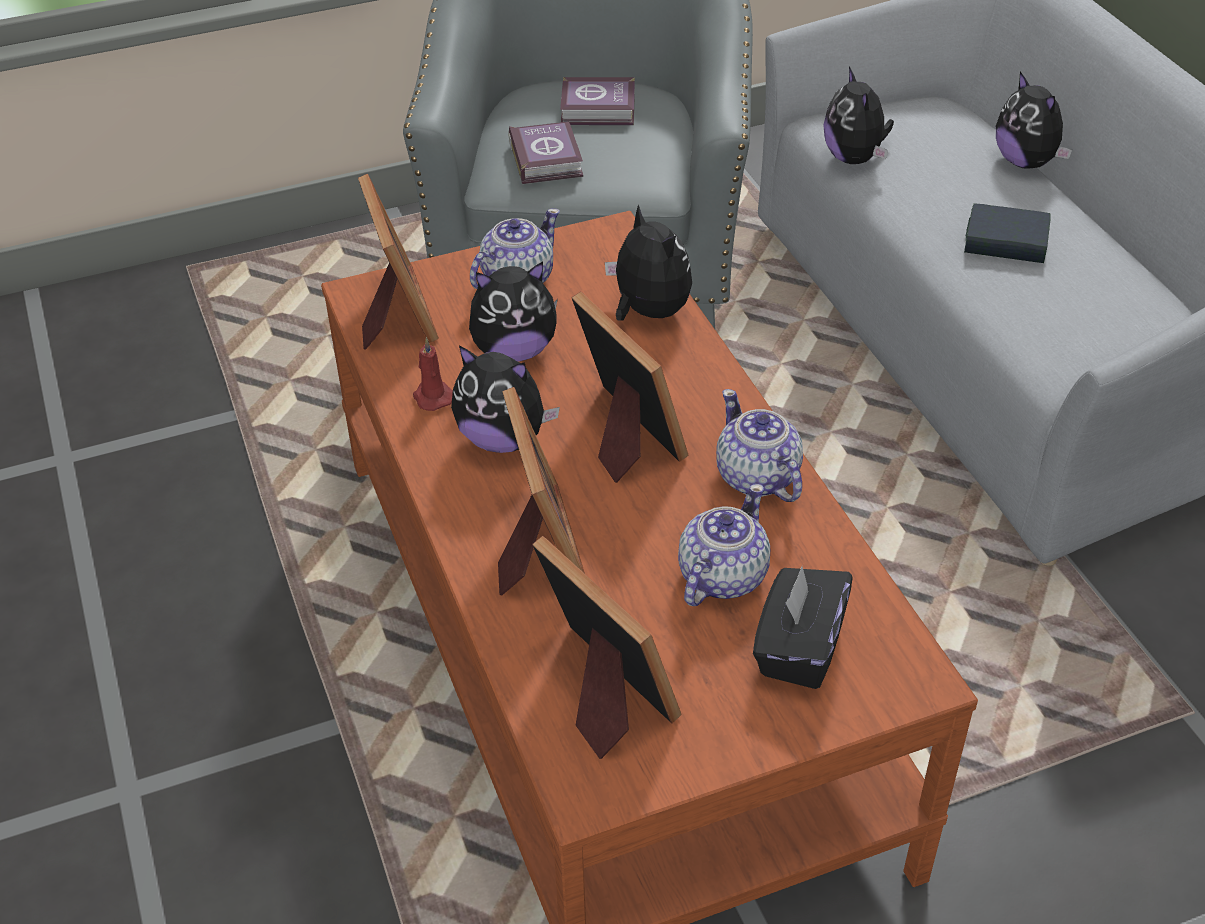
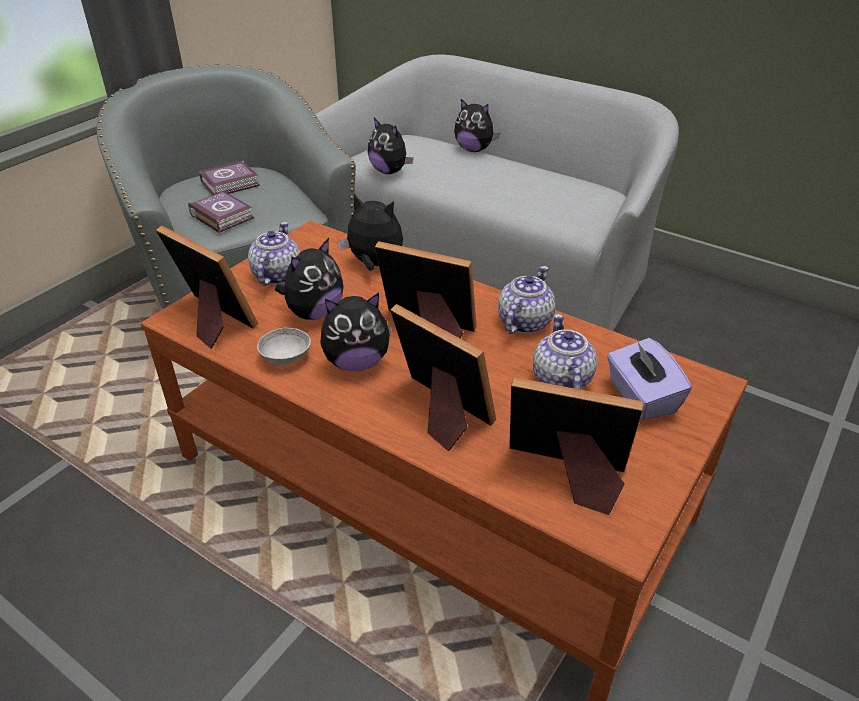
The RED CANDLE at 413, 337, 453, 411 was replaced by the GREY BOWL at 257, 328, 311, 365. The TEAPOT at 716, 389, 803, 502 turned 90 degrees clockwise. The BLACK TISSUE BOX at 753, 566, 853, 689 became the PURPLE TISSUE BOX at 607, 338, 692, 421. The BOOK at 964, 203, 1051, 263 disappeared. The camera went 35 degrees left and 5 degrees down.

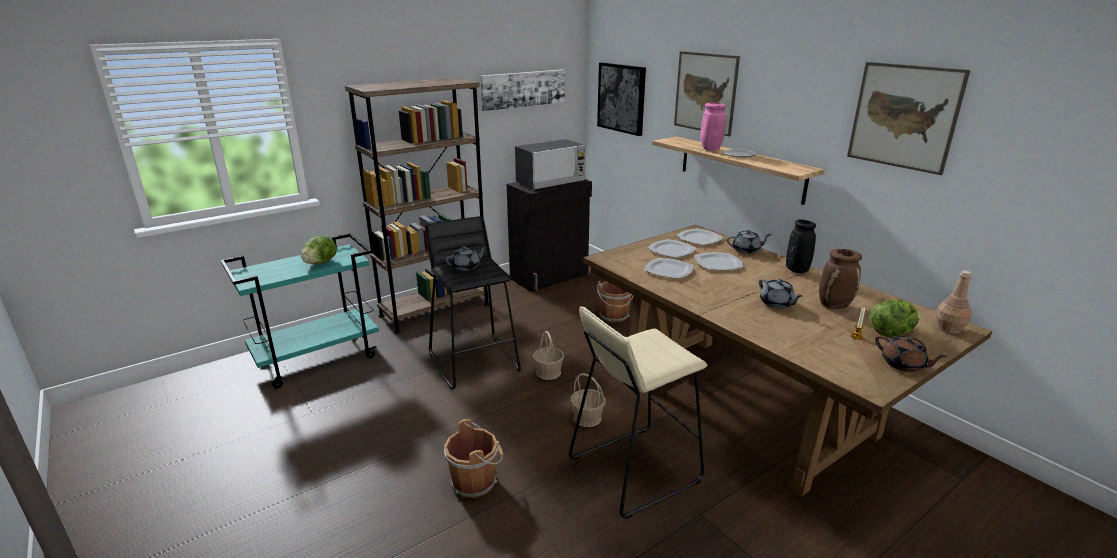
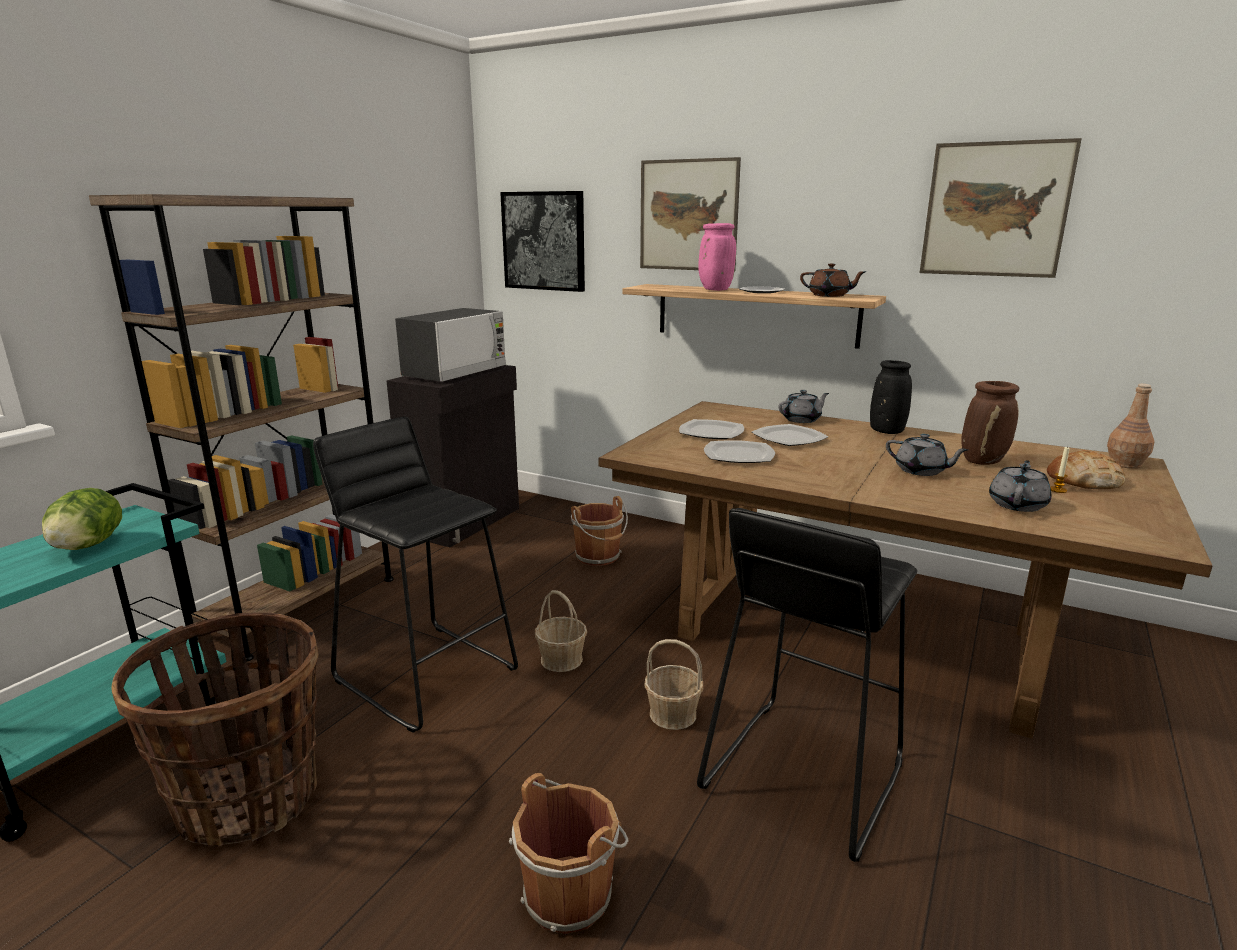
The BASKET at 111, 612, 318, 846 appeared. The BEIGE STOOL at 569, 306, 708, 519 became the BLACK STOOL at 697, 508, 917, 862. The BROWN TEAPOT moved from 875, 335, 947, 372 to 800, 263, 867, 297. The GREY TEAPOT moved from 445, 246, 487, 271 to 989, 460, 1051, 512. The LETTUCE at 870, 299, 920, 337 was replaced by the BREAD at 1047, 450, 1126, 489. The PICTURE at 480, 69, 565, 111 disappeared. The PLATE at 676, 228, 723, 245 disappeared. The camera went 25 degrees left and 5 degrees down.

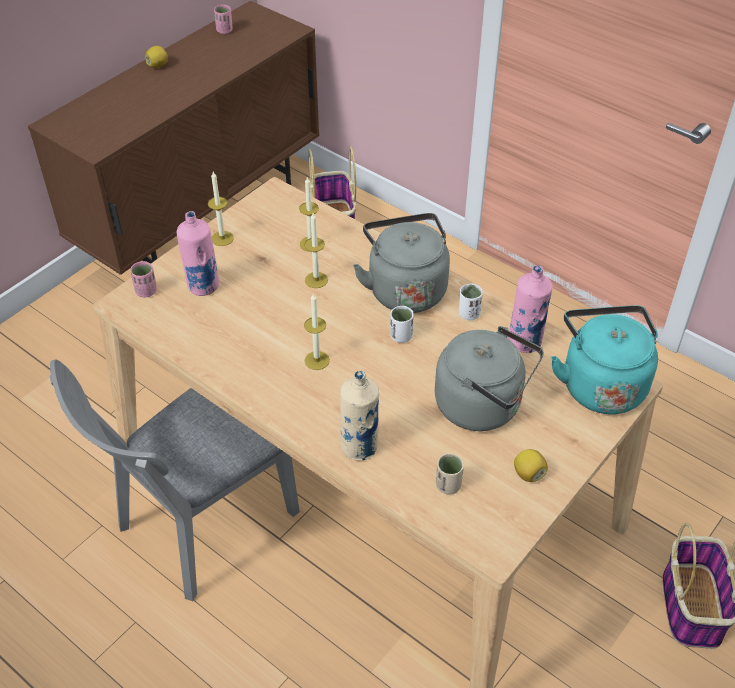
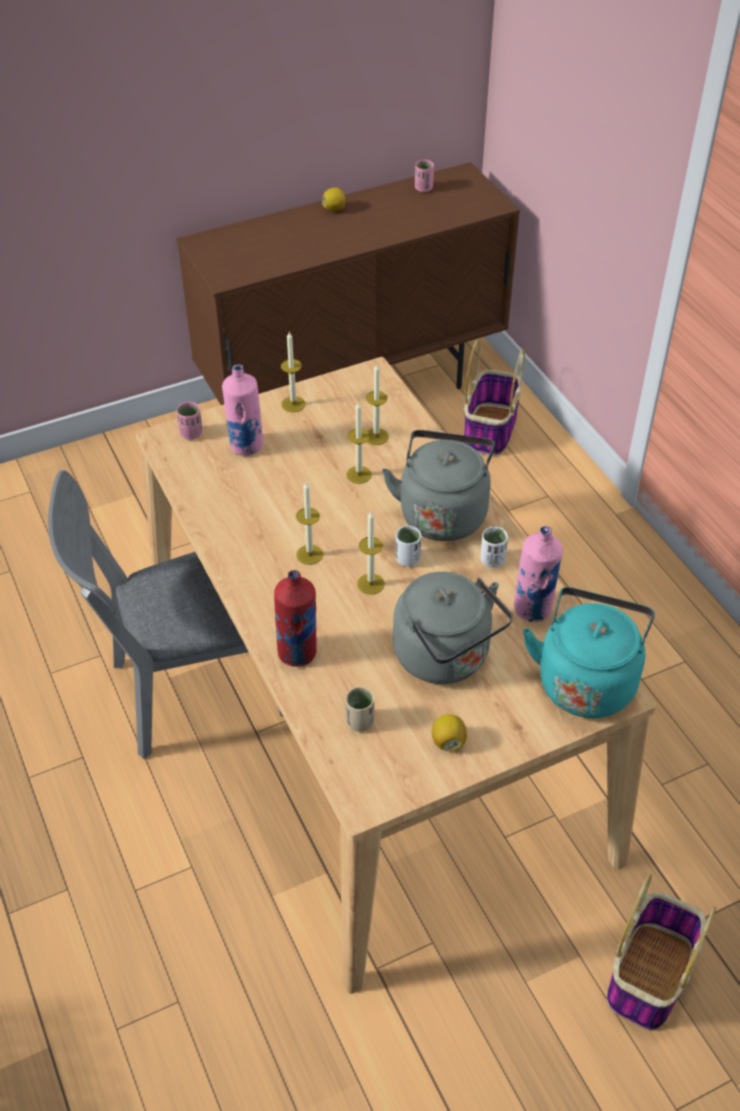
The BEIGE BOTTLE at 340, 371, 379, 461 became the RED BOTTLE at 274, 570, 317, 667. The CANDLE at 357, 512, 385, 595 appeared. The camera went 25 degrees right and 0 degrees up.

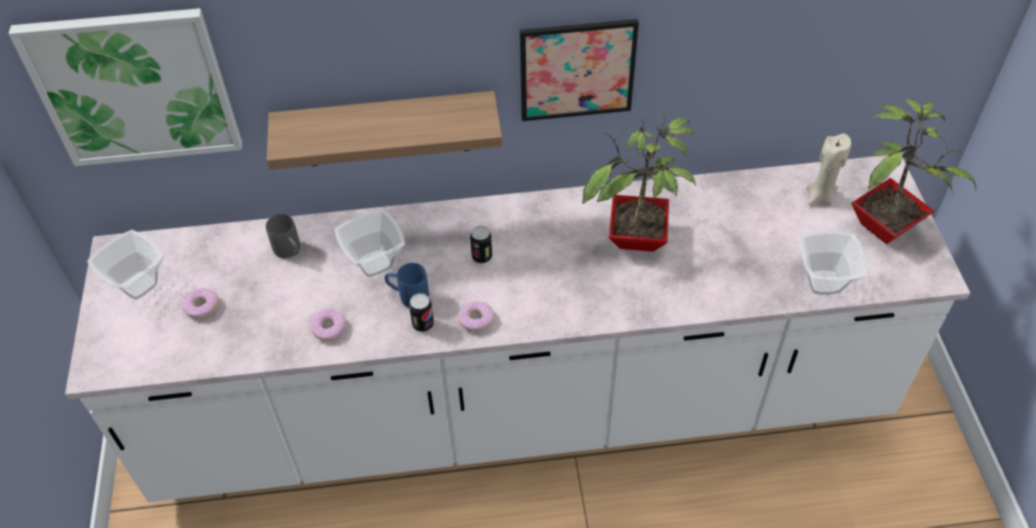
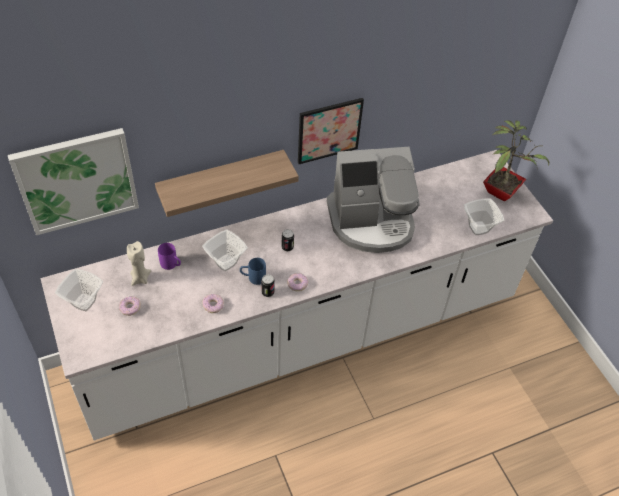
The BEIGE CANDLE moved from 806, 133, 851, 206 to 127, 241, 151, 286. The GREY MUG at 266, 214, 300, 258 became the PURPLE MUG at 158, 243, 181, 270. The POTTED PLANT at 582, 112, 697, 252 was replaced by the COFFEE MACHINE at 326, 147, 420, 253. The camera went 20 degrees left and 0 degrees up.

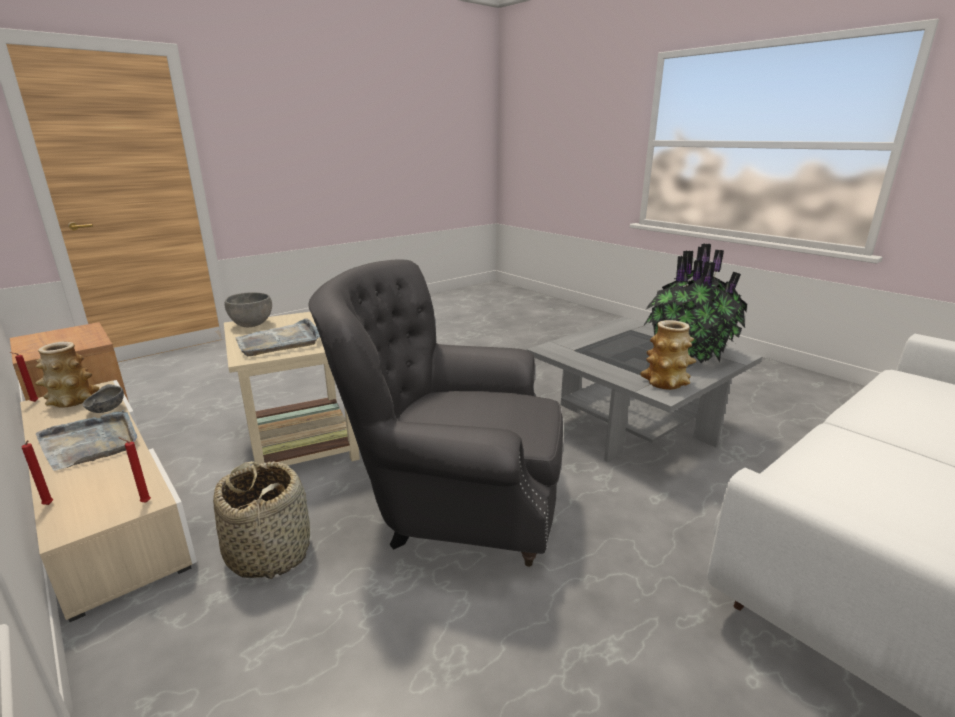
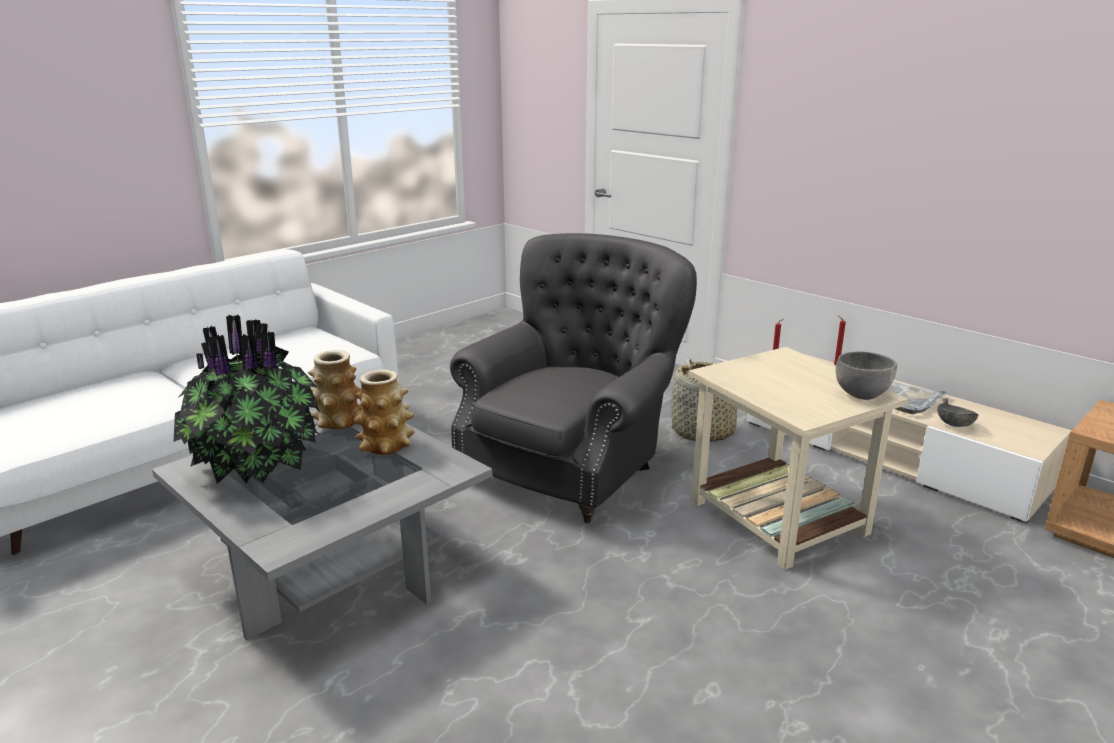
The VASE moved from 35, 342, 99, 408 to 354, 369, 415, 455. The GREY ARMCHAIR at 308, 259, 563, 567 turned 60 degrees counterclockwise. The RED CANDLE at 9, 352, 38, 402 disappeared. The GREY TRAY at 235, 318, 320, 356 disappeared. The camera went 175 degrees right and 0 degrees up.

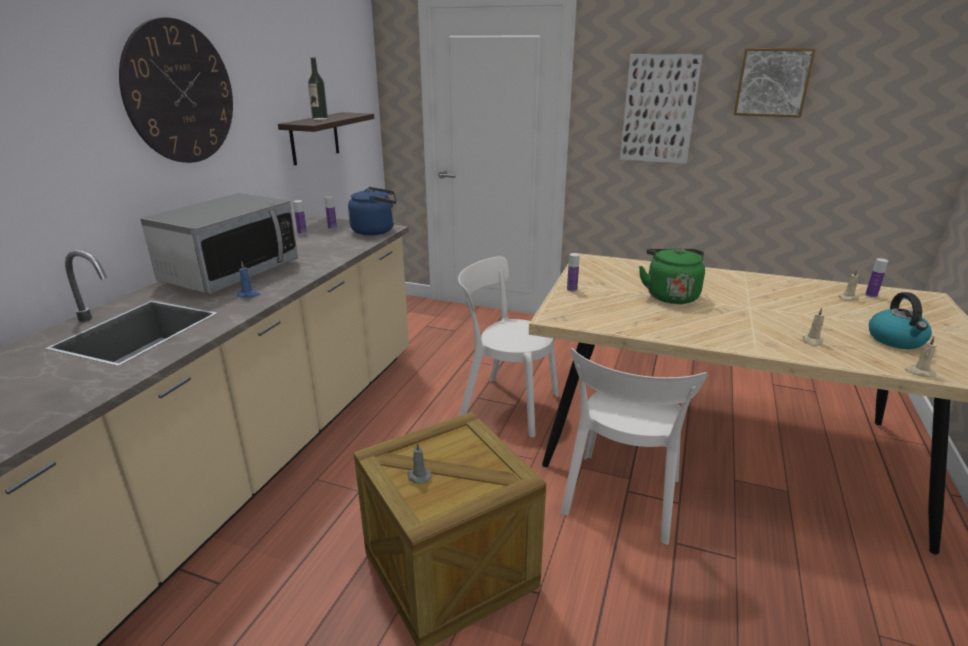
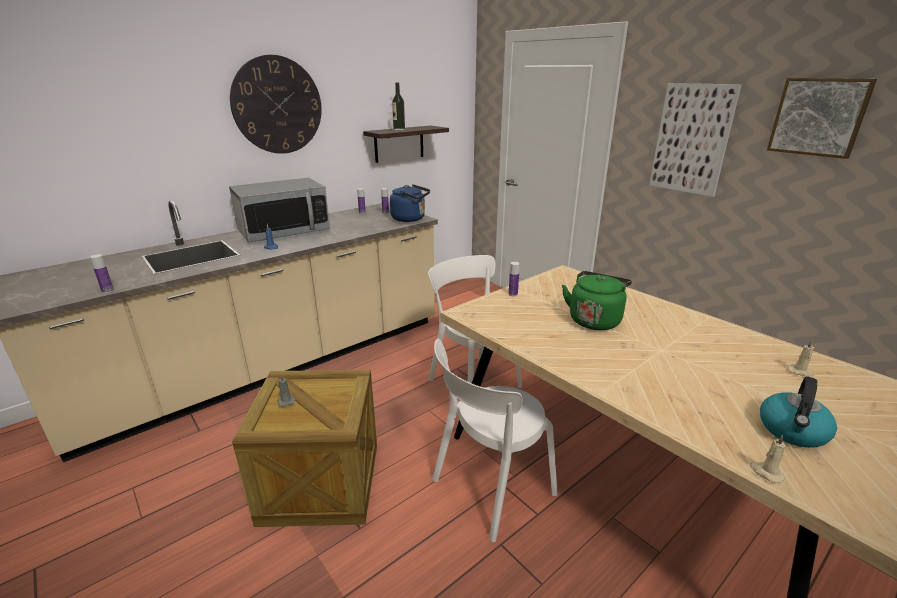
The BOTTLE moved from 865, 258, 888, 298 to 90, 254, 114, 293. The BEIGE CANDLE at 802, 308, 824, 347 disappeared. The camera went 30 degrees right and 0 degrees up.

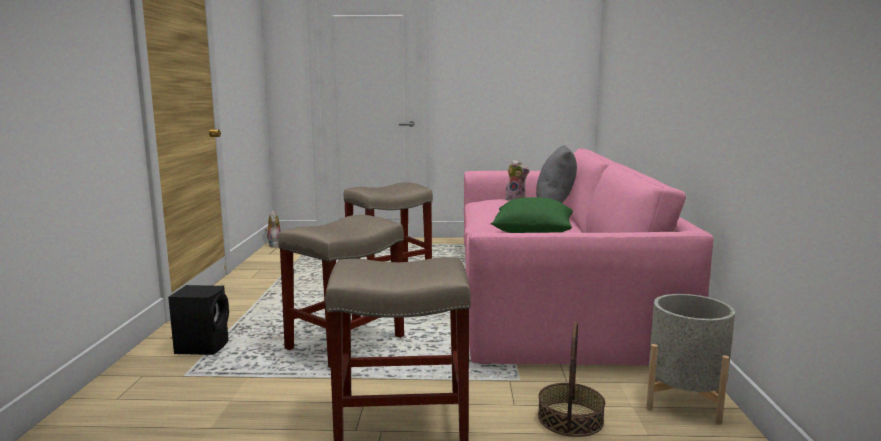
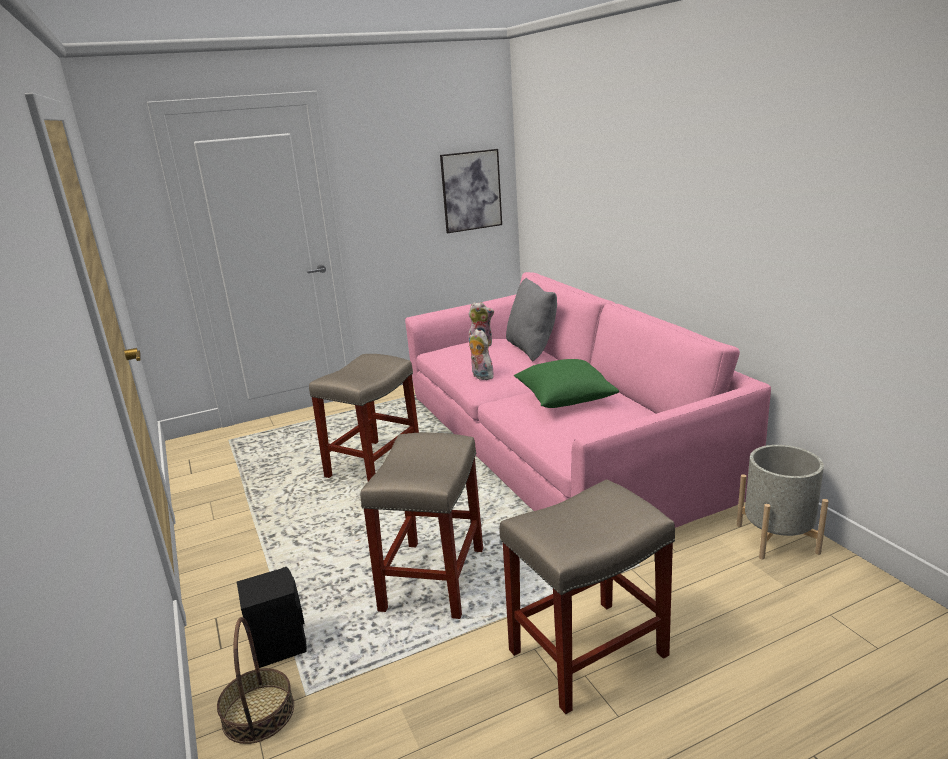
The BASKET moved from 538, 321, 605, 437 to 217, 617, 294, 744. The PICTURE at 440, 149, 502, 233 appeared. The PLUSH TOY moved from 265, 211, 280, 248 to 469, 329, 495, 380. The camera went 25 degrees left and 10 degrees up.

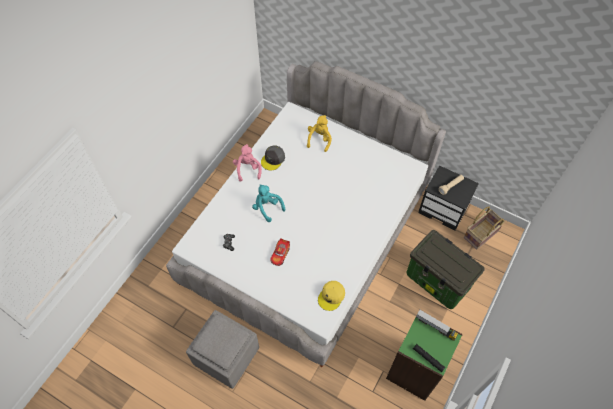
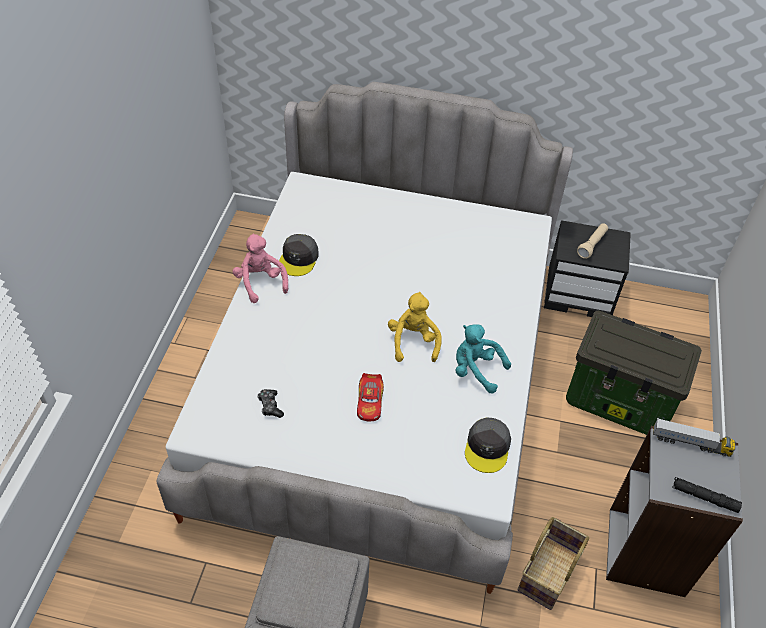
The YELLOW PLUSH TOY moved from 307, 115, 332, 152 to 388, 292, 442, 362. The TURQUOISE PLUSH TOY moved from 252, 184, 285, 222 to 455, 324, 511, 393. The YELLOW CAP at 318, 281, 345, 311 became the GREY CAP at 465, 417, 511, 473. The BASKET moved from 464, 206, 505, 249 to 517, 517, 589, 610. The GREEN BOOKCASE at 386, 317, 463, 401 became the GREY BOOKCASE at 606, 426, 743, 597. The camera went 20 degrees left and 10 degrees down.

